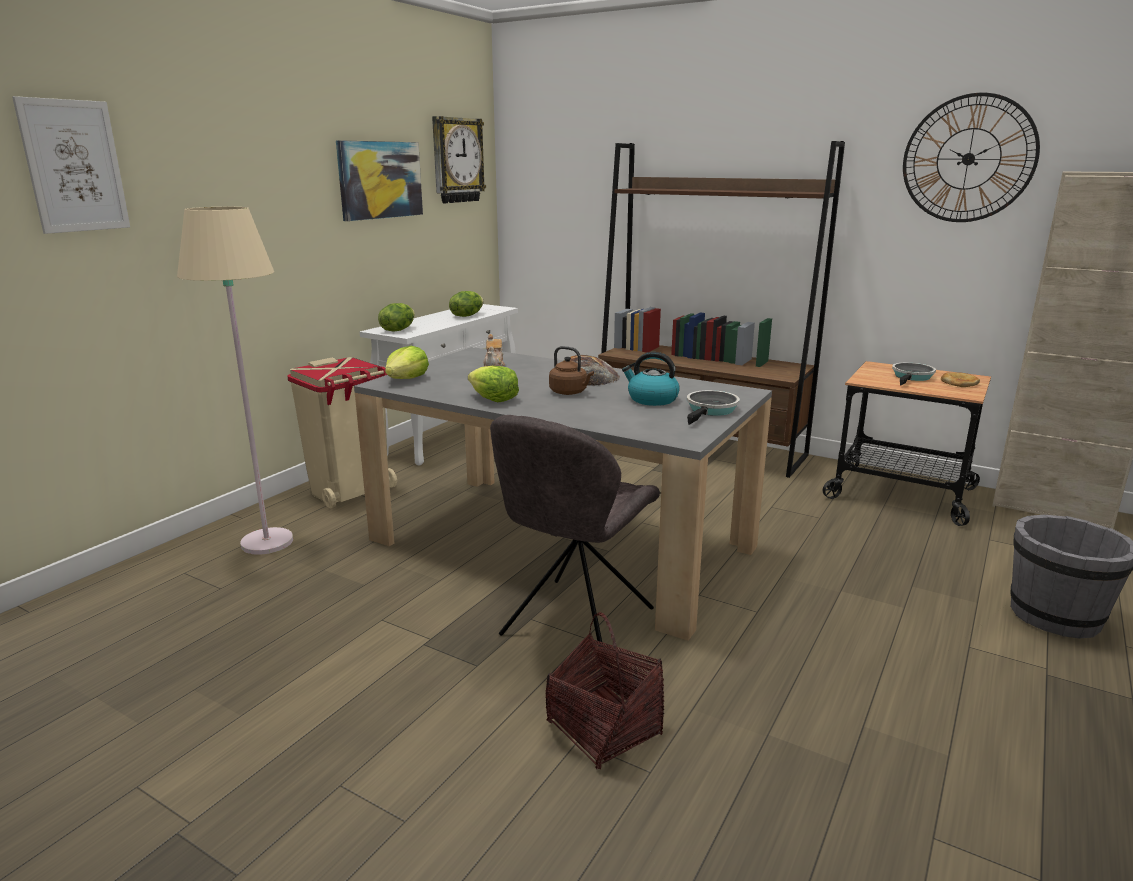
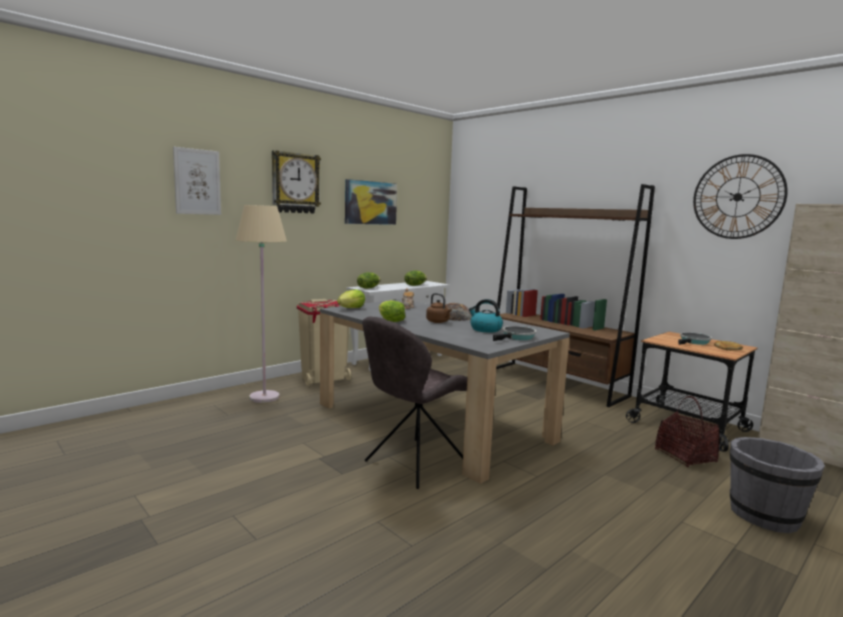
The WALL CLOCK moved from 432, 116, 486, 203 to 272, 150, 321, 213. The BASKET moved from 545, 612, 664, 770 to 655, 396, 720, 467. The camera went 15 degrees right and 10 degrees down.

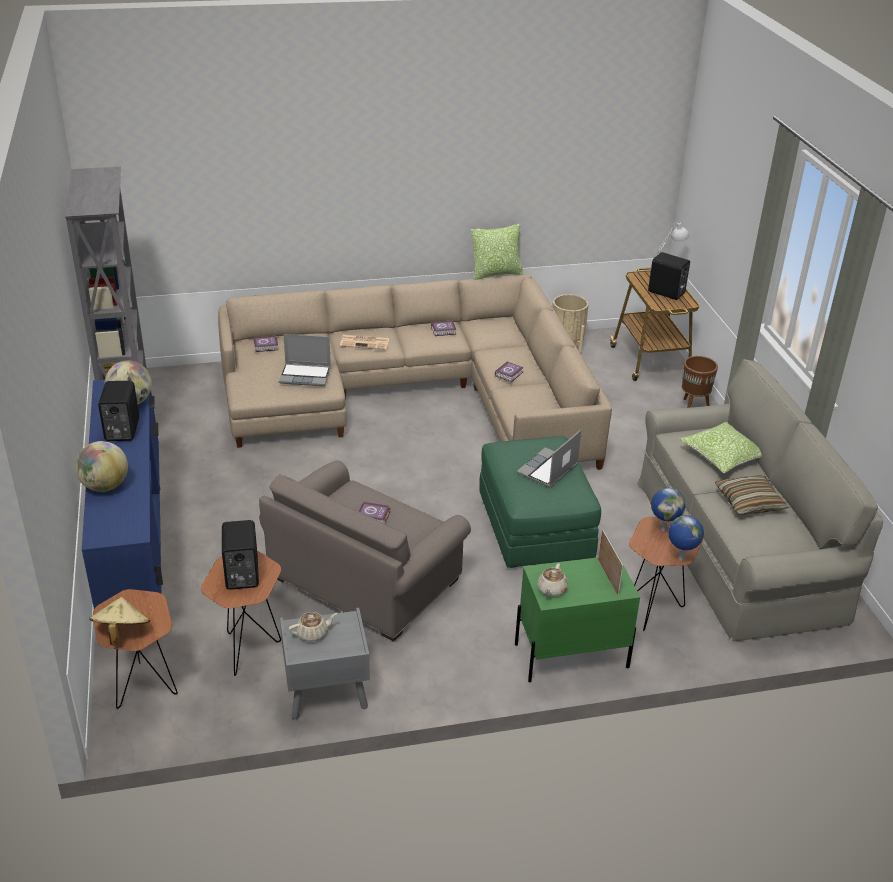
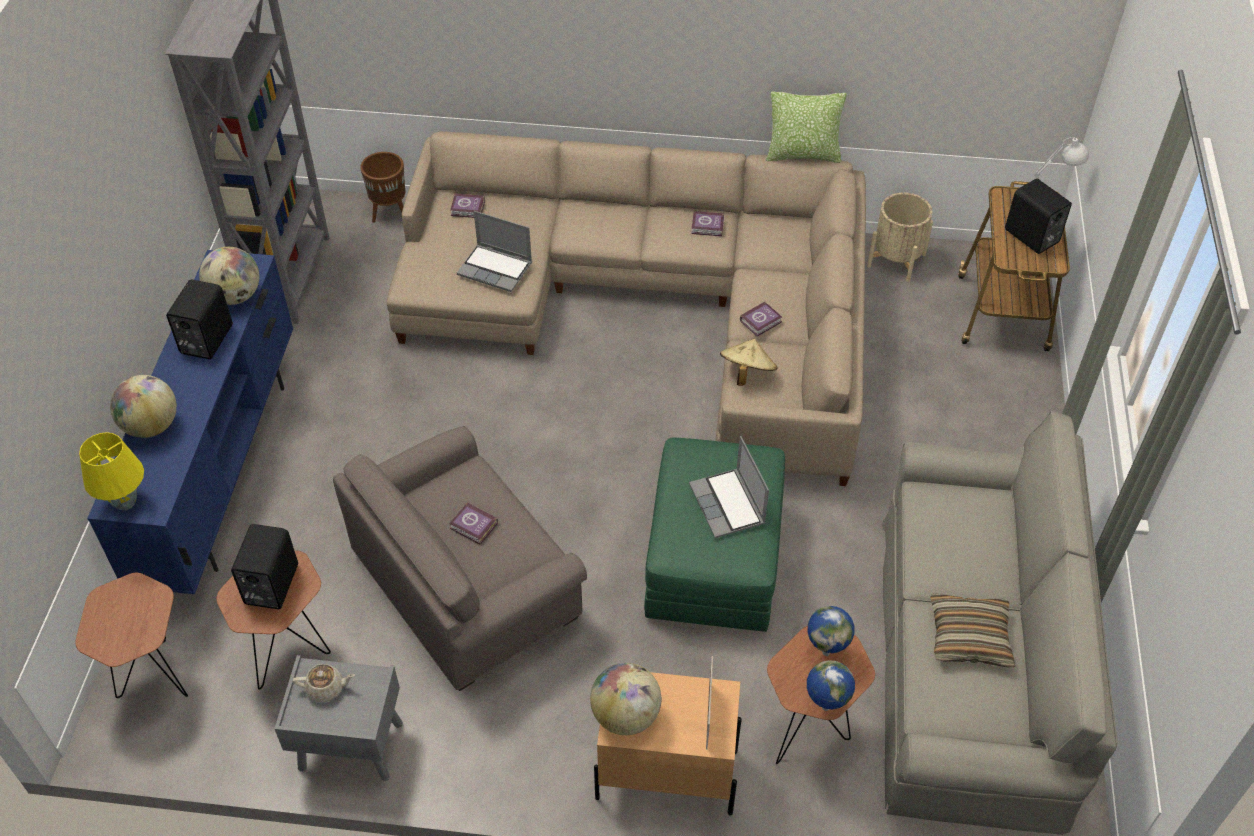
The YELLOW TABLE LAMP at 79, 432, 144, 510 appeared. The BROWN PLANTER moved from 682, 356, 718, 408 to 360, 152, 405, 223. The BEIGE TEAPOT at 537, 563, 568, 596 was replaced by the GLOBE at 590, 663, 662, 735. The GREEN NIGHTSTAND at 515, 555, 640, 682 became the BEIGE NIGHTSTAND at 594, 672, 742, 815. The LAPTOP at 517, 430, 581, 488 turned 75 degrees counterclockwise. The BEIGE HAT moved from 89, 597, 150, 646 to 720, 339, 778, 386. The NEWSPAPER at 340, 335, 389, 350 disappeared. The PILLOW at 680, 422, 762, 473 disappeared. The camera went 20 degrees right and 15 degrees up.

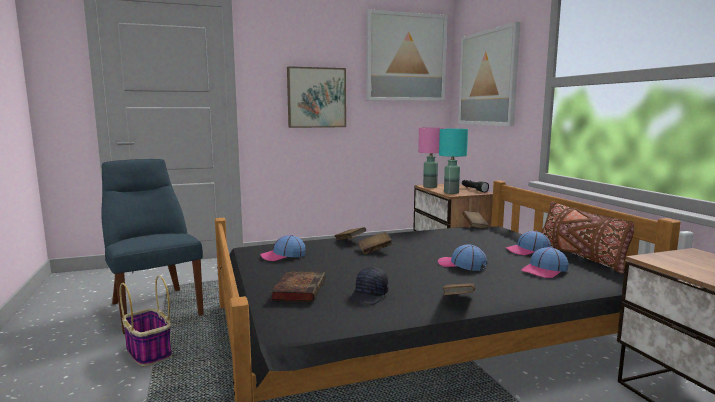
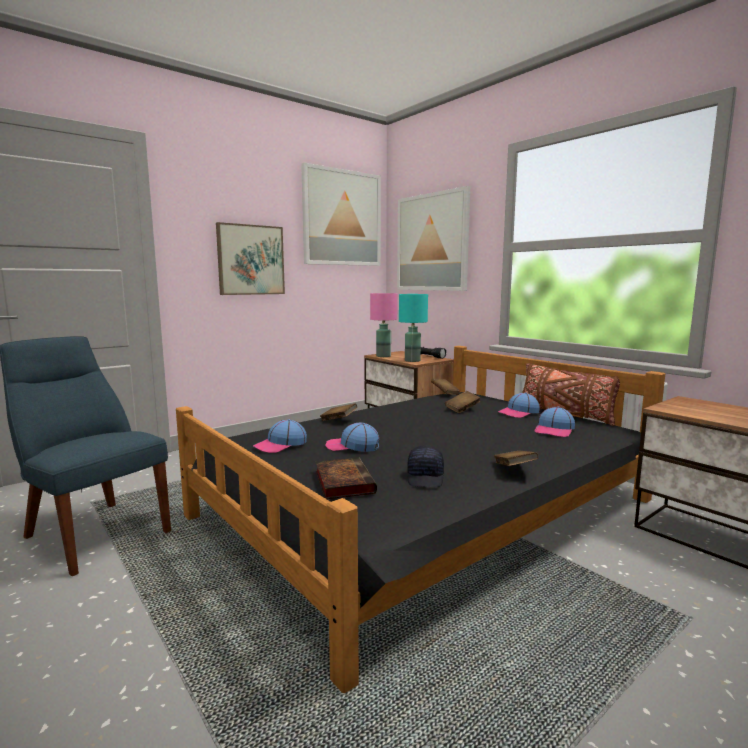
The CAP moved from 437, 244, 487, 271 to 325, 422, 379, 452. The BROWN BOOK moved from 358, 232, 392, 254 to 445, 391, 480, 413. The BASKET at 119, 275, 172, 366 disappeared. The camera went 20 degrees left and 0 degrees up.

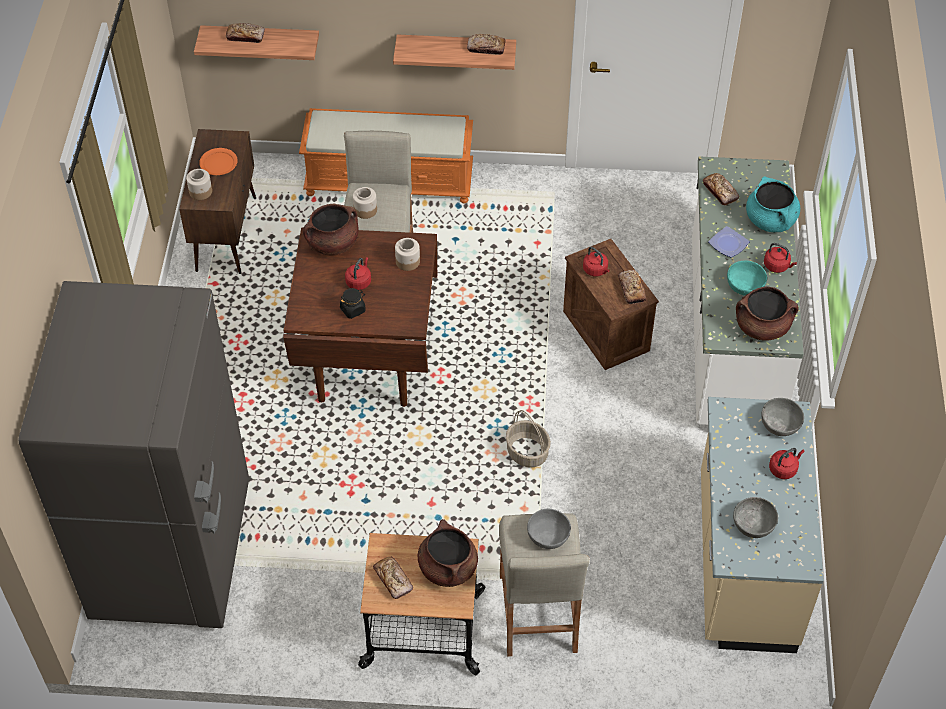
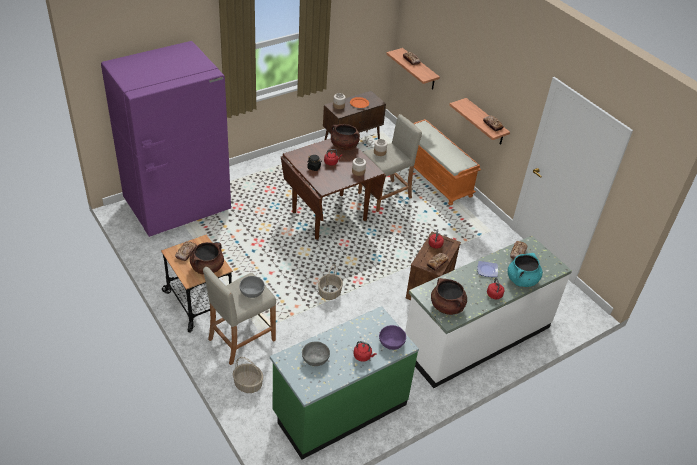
The GREY FRIDGE at 18, 281, 249, 628 became the PURPLE FRIDGE at 101, 41, 231, 237. The BASKET at 233, 357, 263, 393 appeared. The BEIGE COUNTER at 701, 397, 824, 653 became the GREEN COUNTER at 270, 306, 419, 459. The GREY BOWL at 761, 398, 804, 436 became the PURPLE BOWL at 379, 325, 406, 350. The TURQUOISE BOWL at 727, 261, 767, 296 disappeared. The camera went 50 degrees right and 10 degrees down.

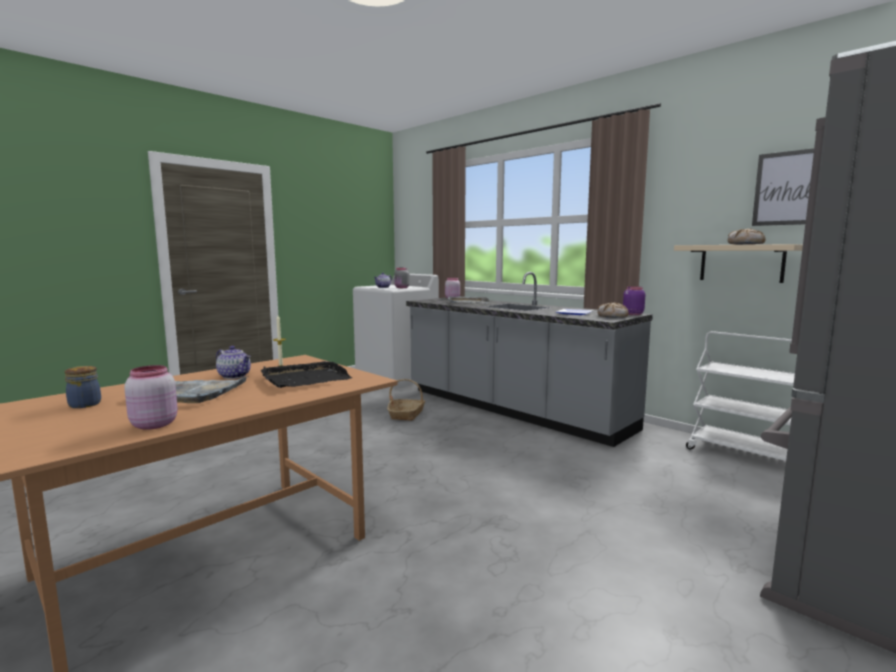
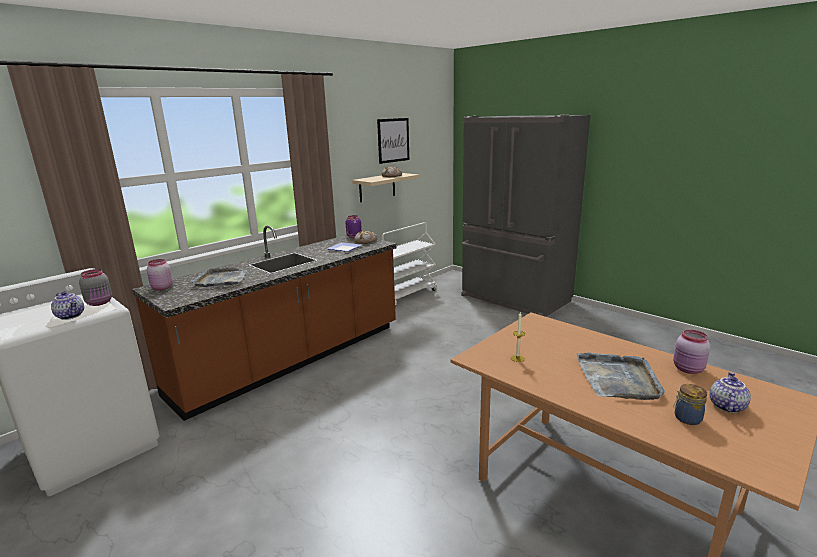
The GREY COUNTER at 406, 272, 653, 447 became the BROWN COUNTER at 132, 225, 397, 421. The TEAPOT moved from 216, 346, 251, 379 to 710, 372, 751, 413. The BLACK TRAY at 261, 361, 352, 388 disappeared. The BASKET at 387, 379, 425, 421 disappeared. The camera went 90 degrees left and 10 degrees up.

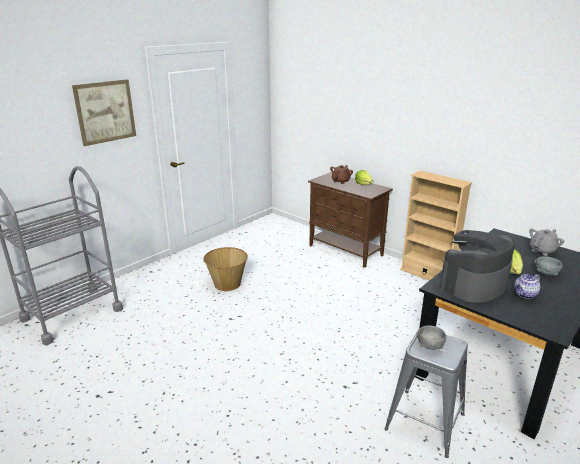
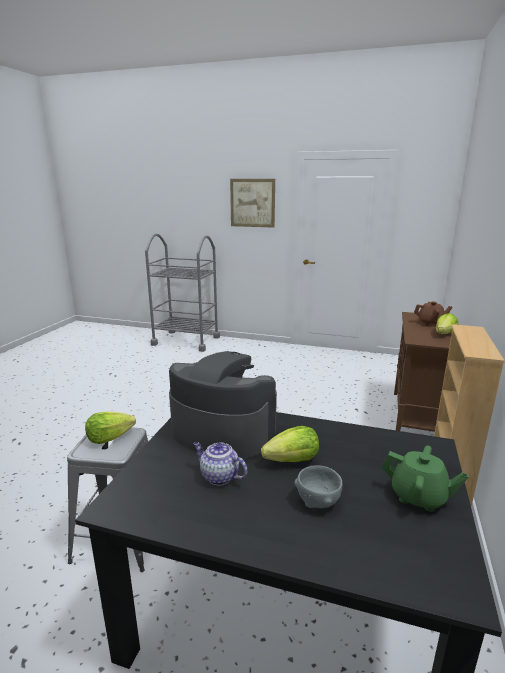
The GREY BOWL at 416, 325, 447, 350 was replaced by the LETTUCE at 85, 412, 136, 444. The GREY TEAPOT at 529, 228, 564, 256 became the GREEN TEAPOT at 382, 446, 468, 512. The BASKET at 203, 247, 248, 291 disappeared. The camera went 65 degrees right and 5 degrees down.

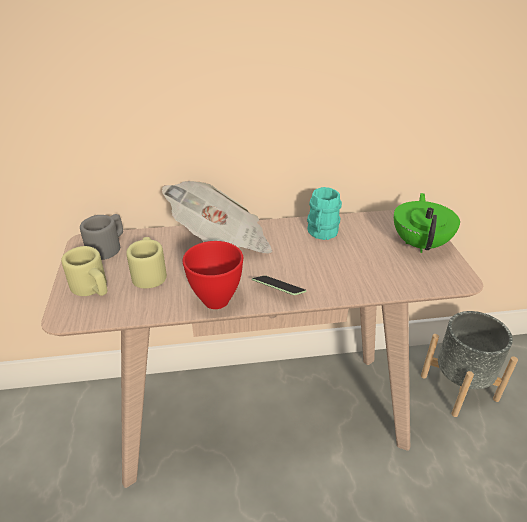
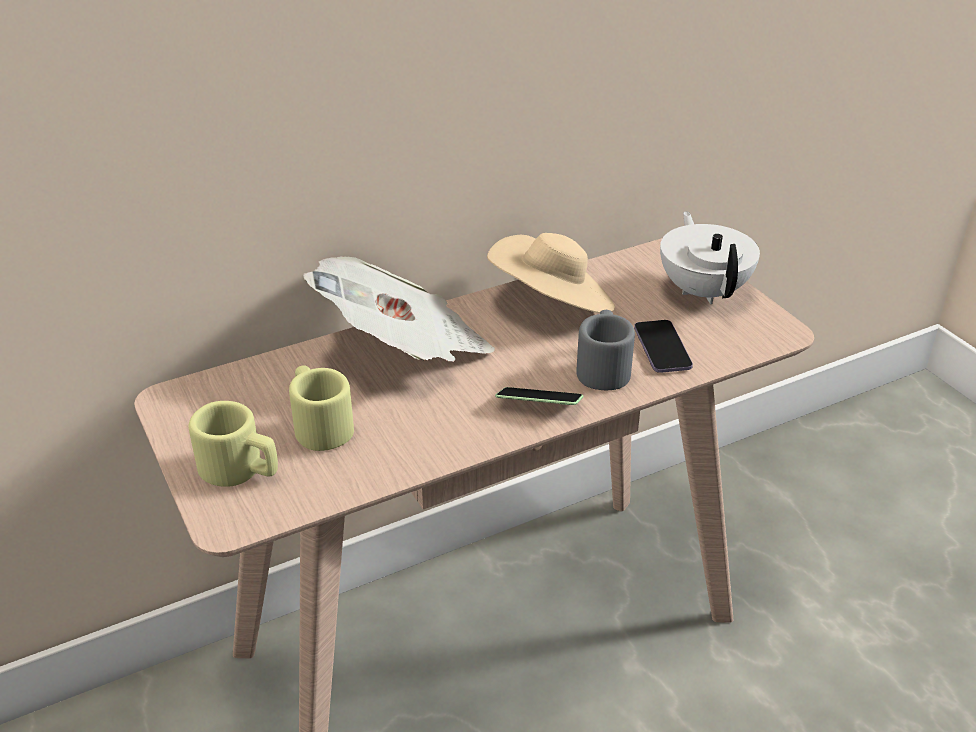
The TURQUOISE MUG at 307, 187, 342, 240 was replaced by the BEIGE HAT at 487, 233, 615, 313. The GREY MUG moved from 80, 214, 123, 260 to 576, 310, 635, 390. The PHONE at 634, 320, 693, 373 appeared. The GREEN TEAPOT at 394, 193, 460, 253 became the WHITE TEAPOT at 660, 211, 760, 304. The RED BOWL at 182, 241, 243, 309 disappeared. The GREY PLANTER at 421, 311, 518, 417 disappeared. The camera went 20 degrees left and 0 degrees up.

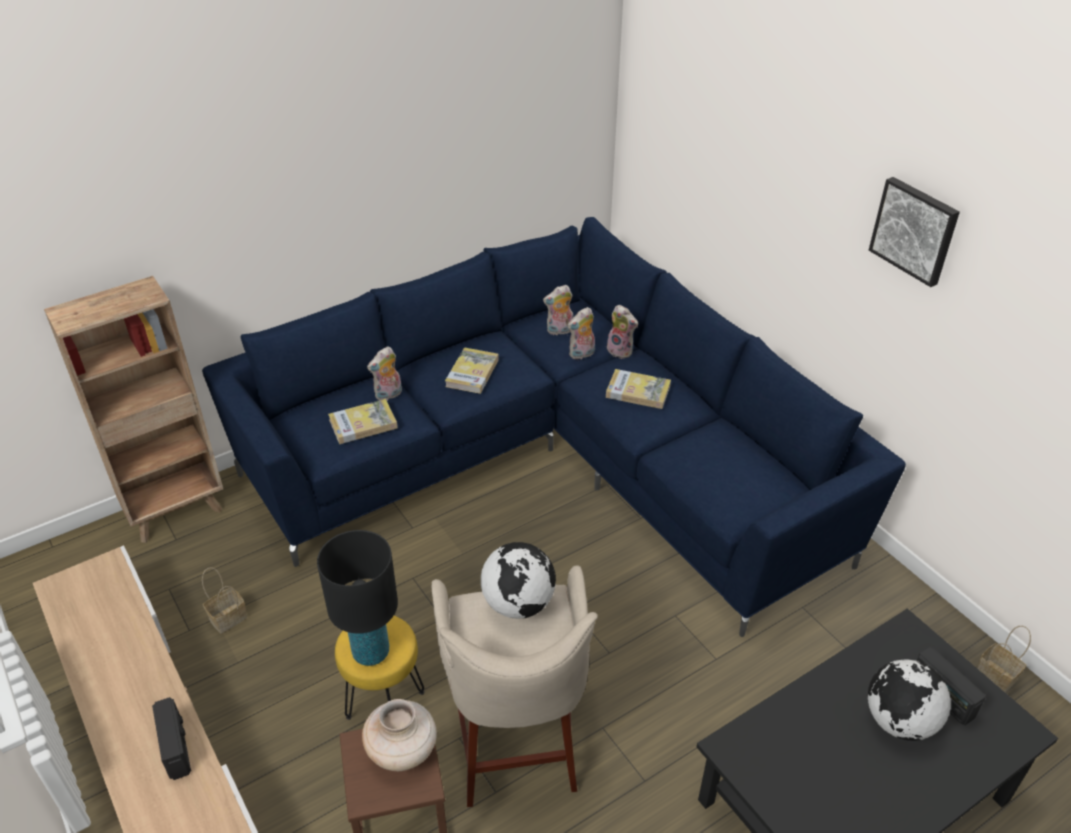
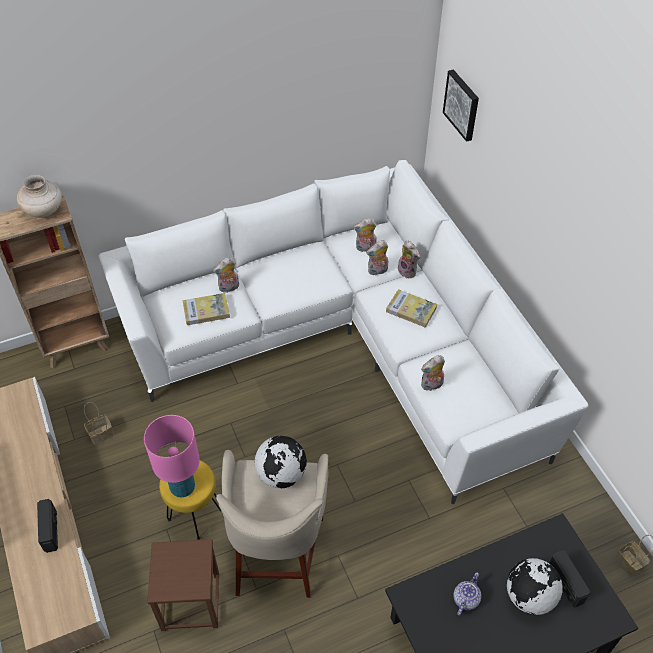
The BEIGE VASE moved from 362, 699, 437, 771 to 17, 175, 62, 218. The BLUE SOFA at 202, 217, 906, 637 became the WHITE SOFA at 98, 160, 588, 504. The BLACK TABLE LAMP at 317, 530, 398, 666 became the PINK TABLE LAMP at 144, 415, 200, 497. The PLUSH TOY at 421, 355, 445, 391 appeared. The PICTURE moved from 869, 177, 960, 287 to 443, 69, 479, 142. The TEAPOT at 453, 573, 481, 615 appeared. The BOOK at 445, 347, 499, 394 disappeared. The camera went 10 degrees right and 10 degrees up.

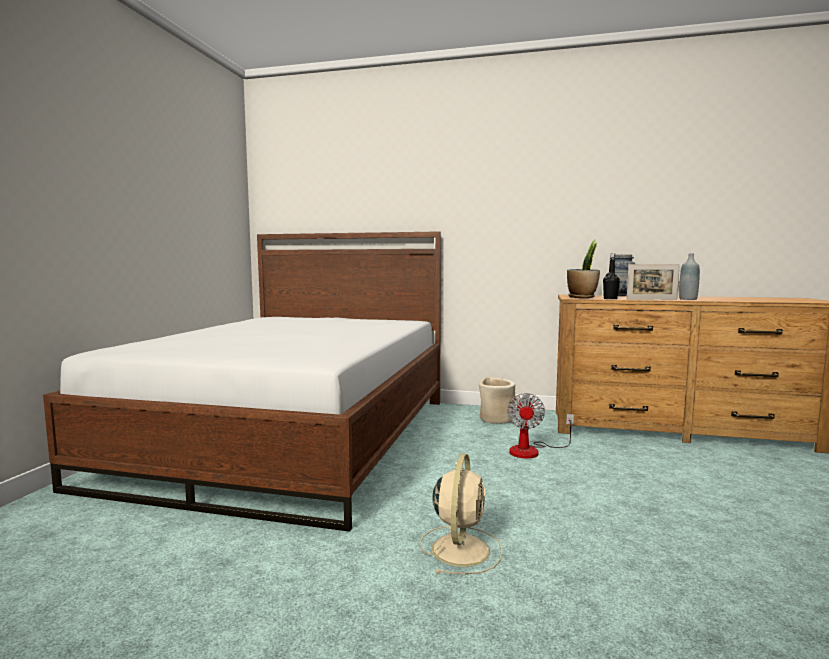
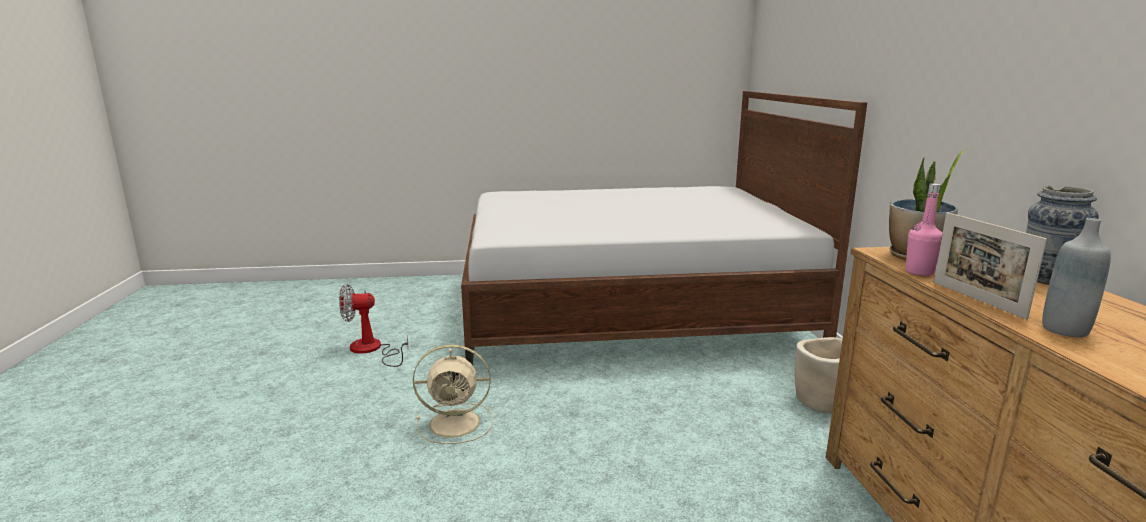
The FAN moved from 507, 393, 574, 458 to 339, 284, 409, 367. The BLACK BOTTLE at 603, 253, 620, 299 became the PINK BOTTLE at 906, 183, 942, 276. The camera went 70 degrees right and 10 degrees up.

